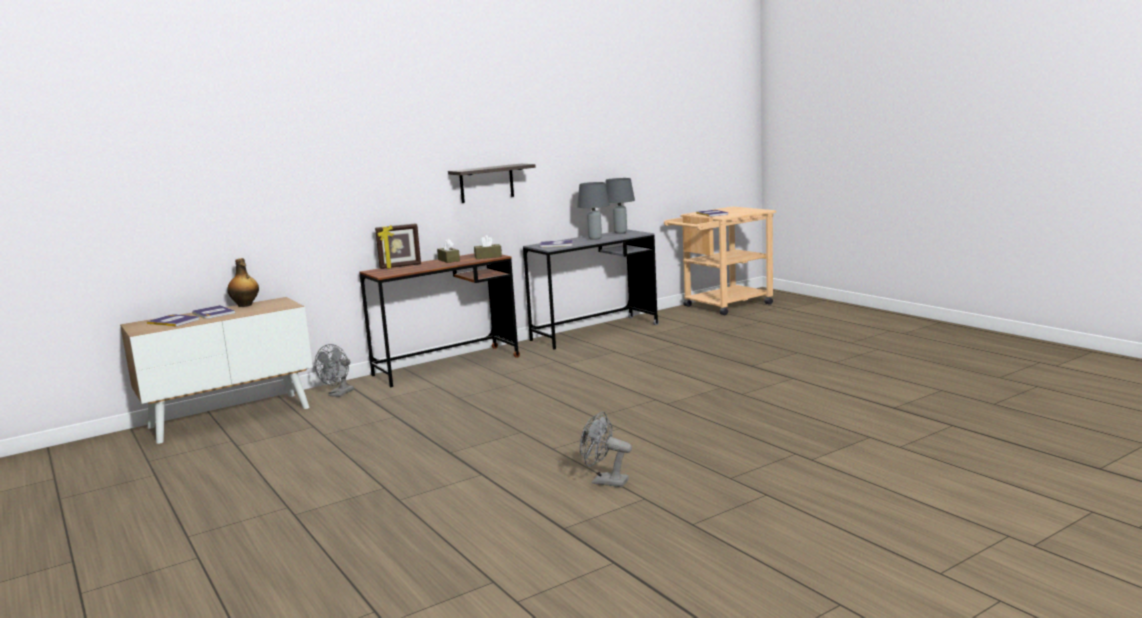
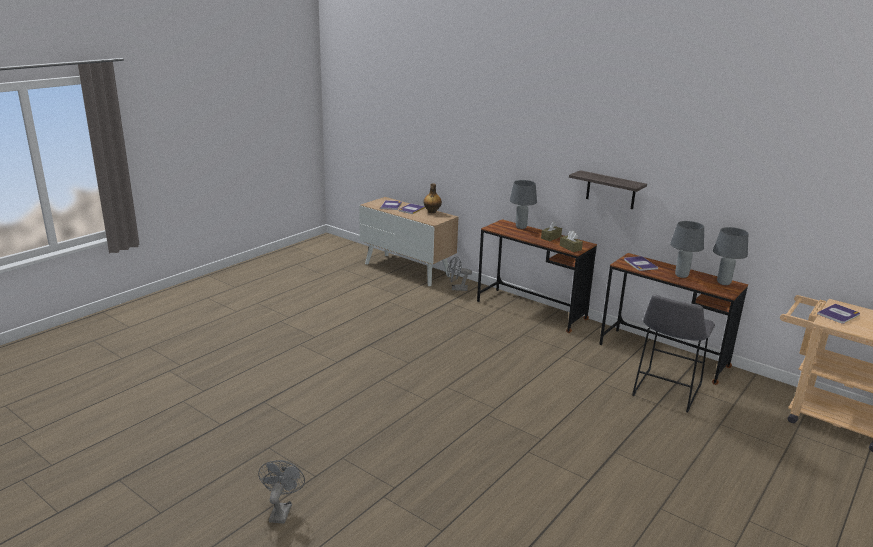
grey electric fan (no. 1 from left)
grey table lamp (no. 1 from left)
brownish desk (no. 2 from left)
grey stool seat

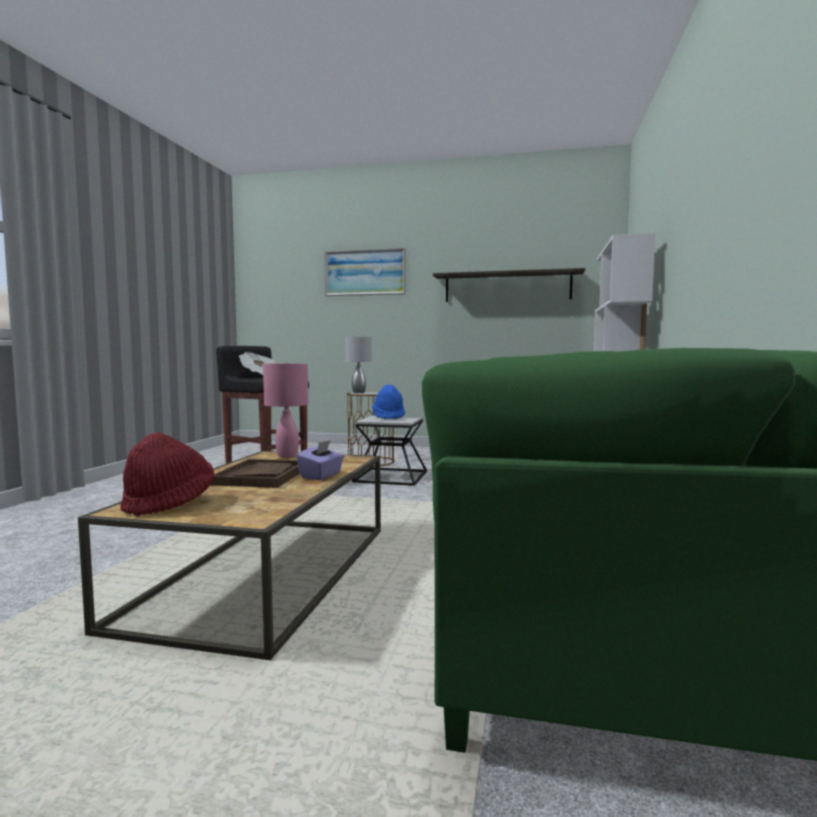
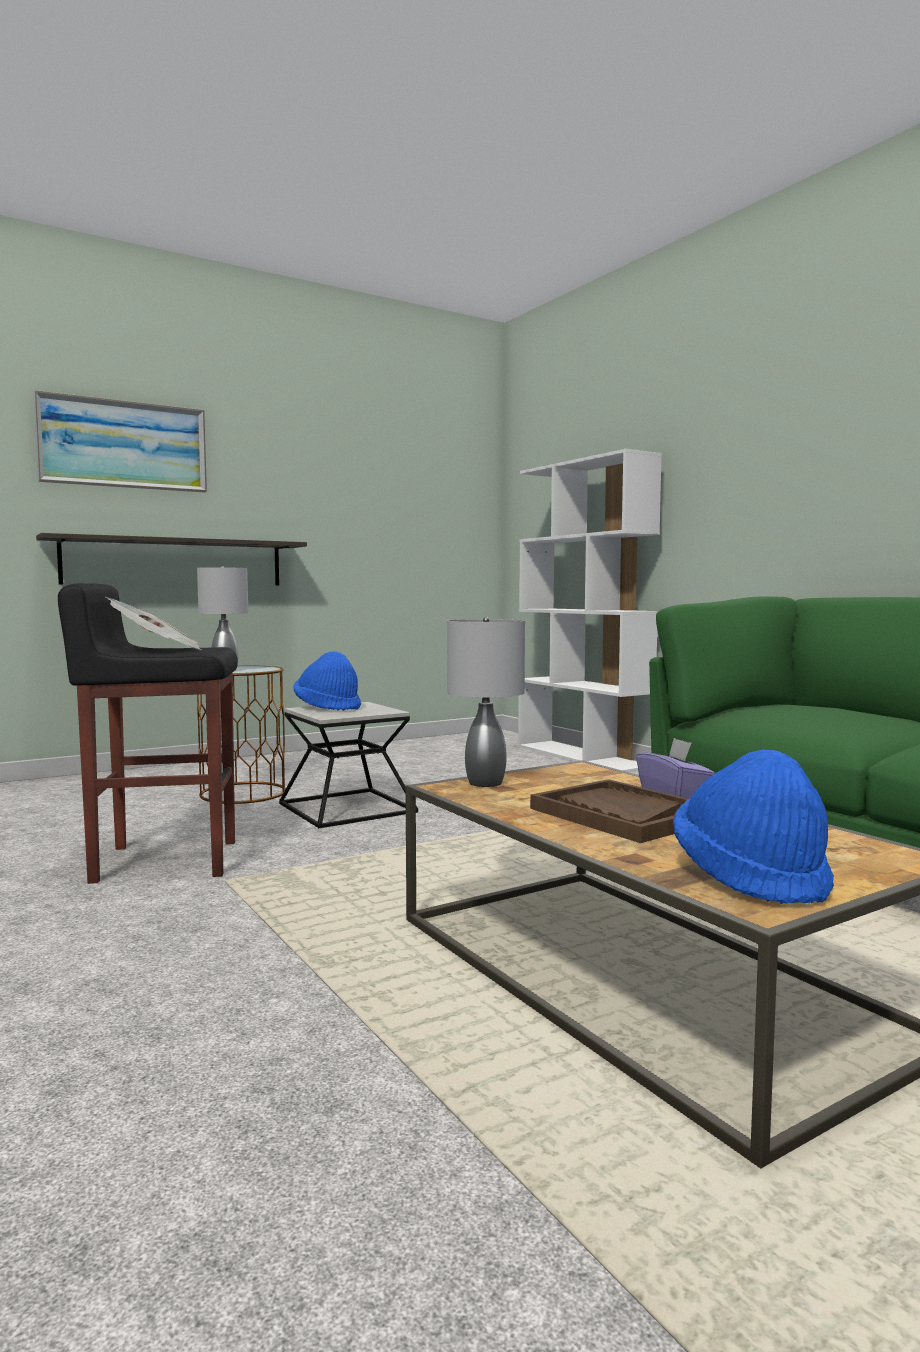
shelf
grey table lamp (no. 2 from left)
bluish wearable hat (no. 2 from left)

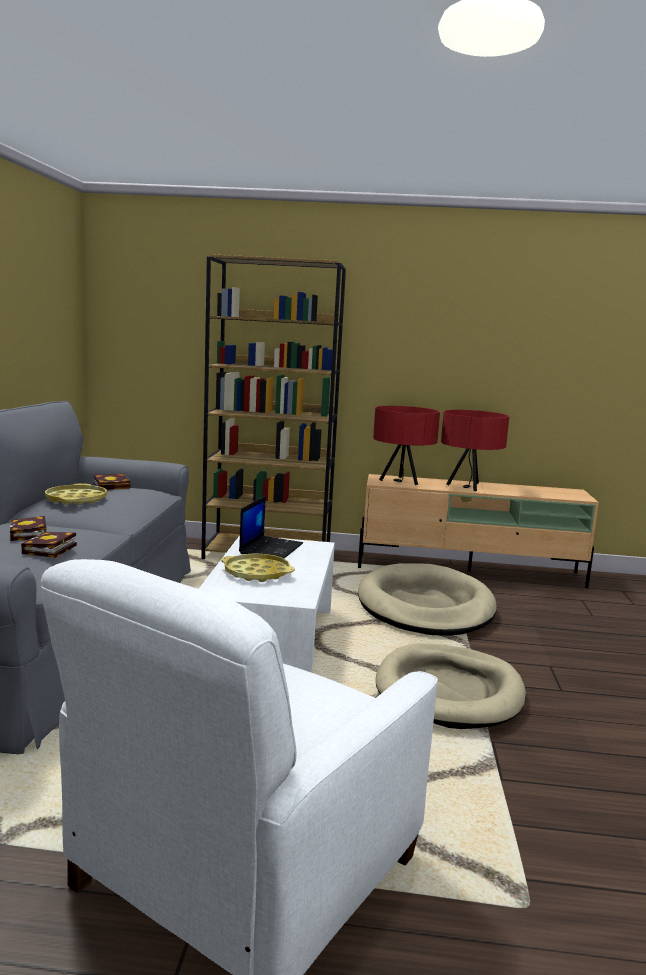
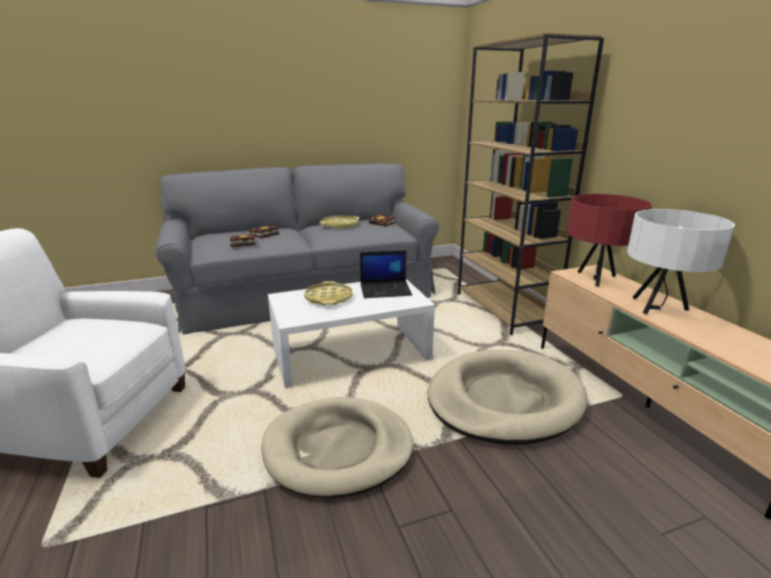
white-coloured table lamp

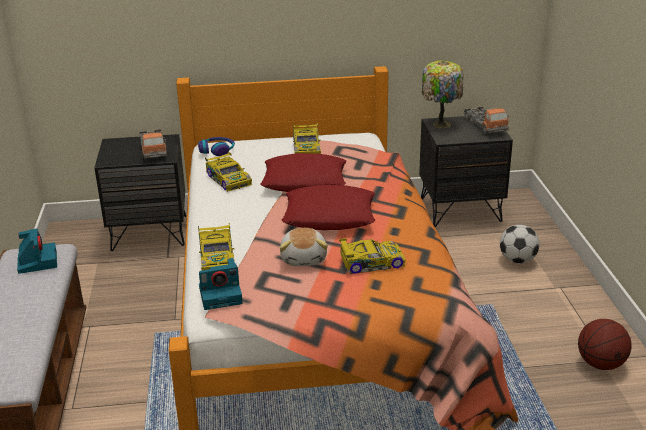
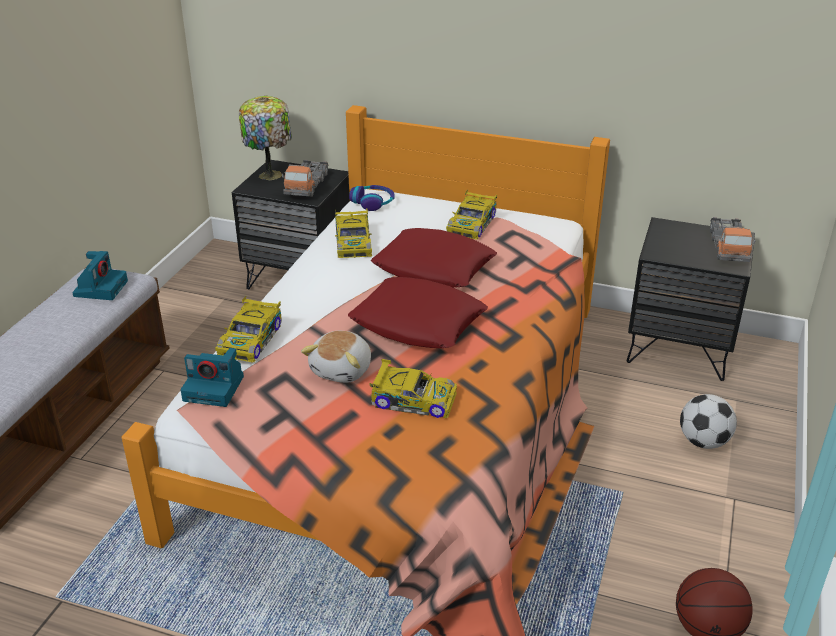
table lamp

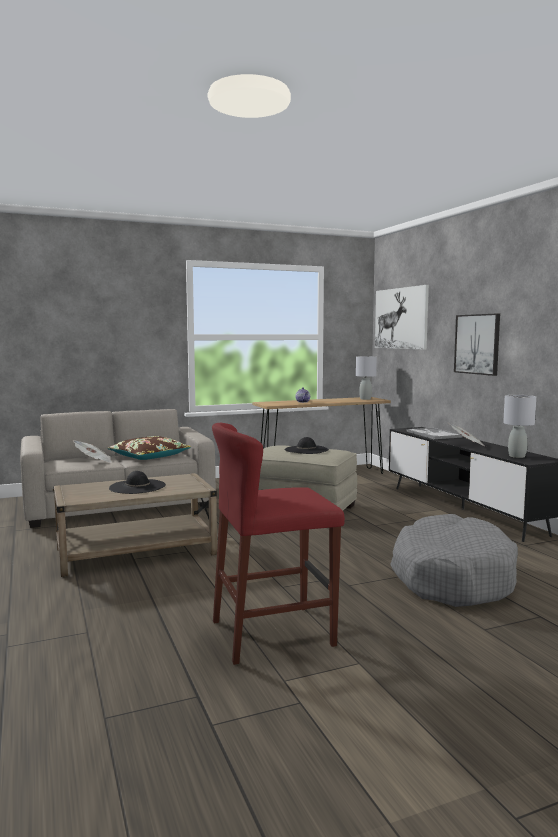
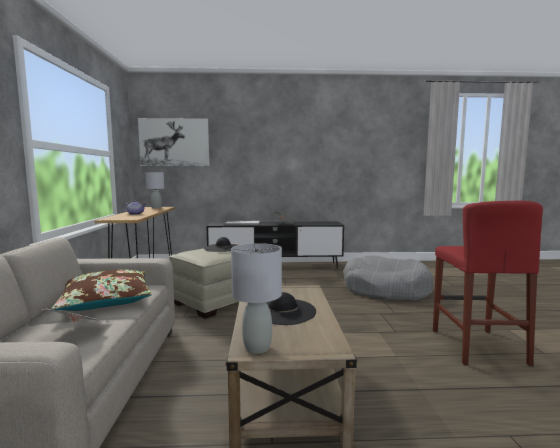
grey table lamp (no. 2 from left)
wall art (no. 2 from left in the first image)

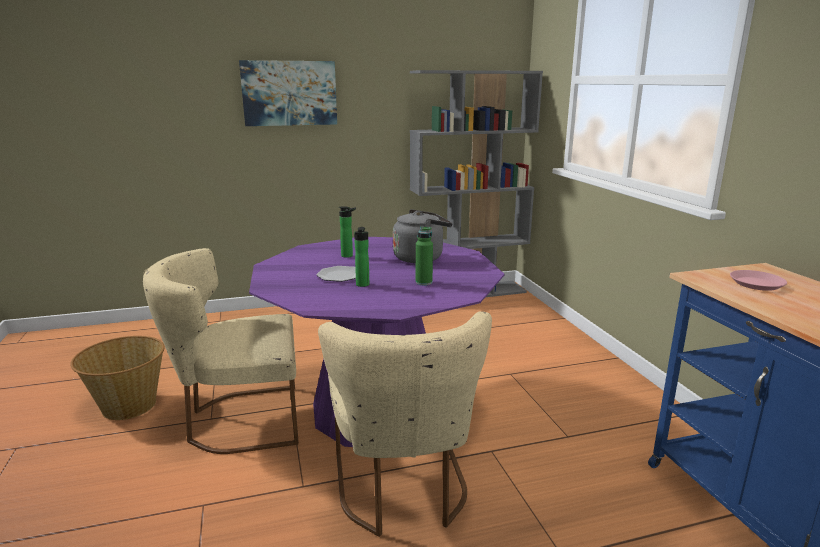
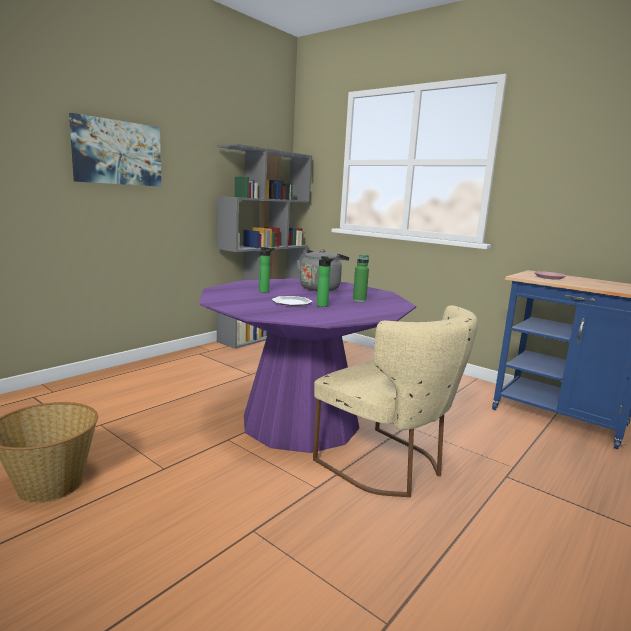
sand-coloured plain chair (no. 1 from left in the first image)

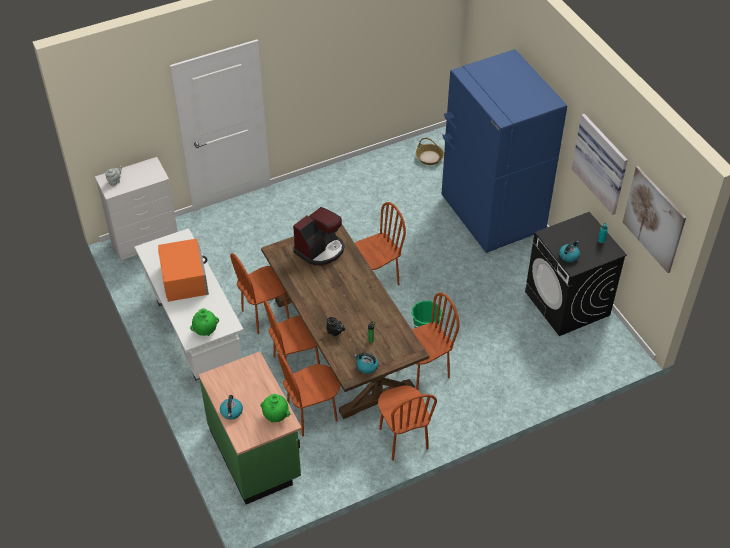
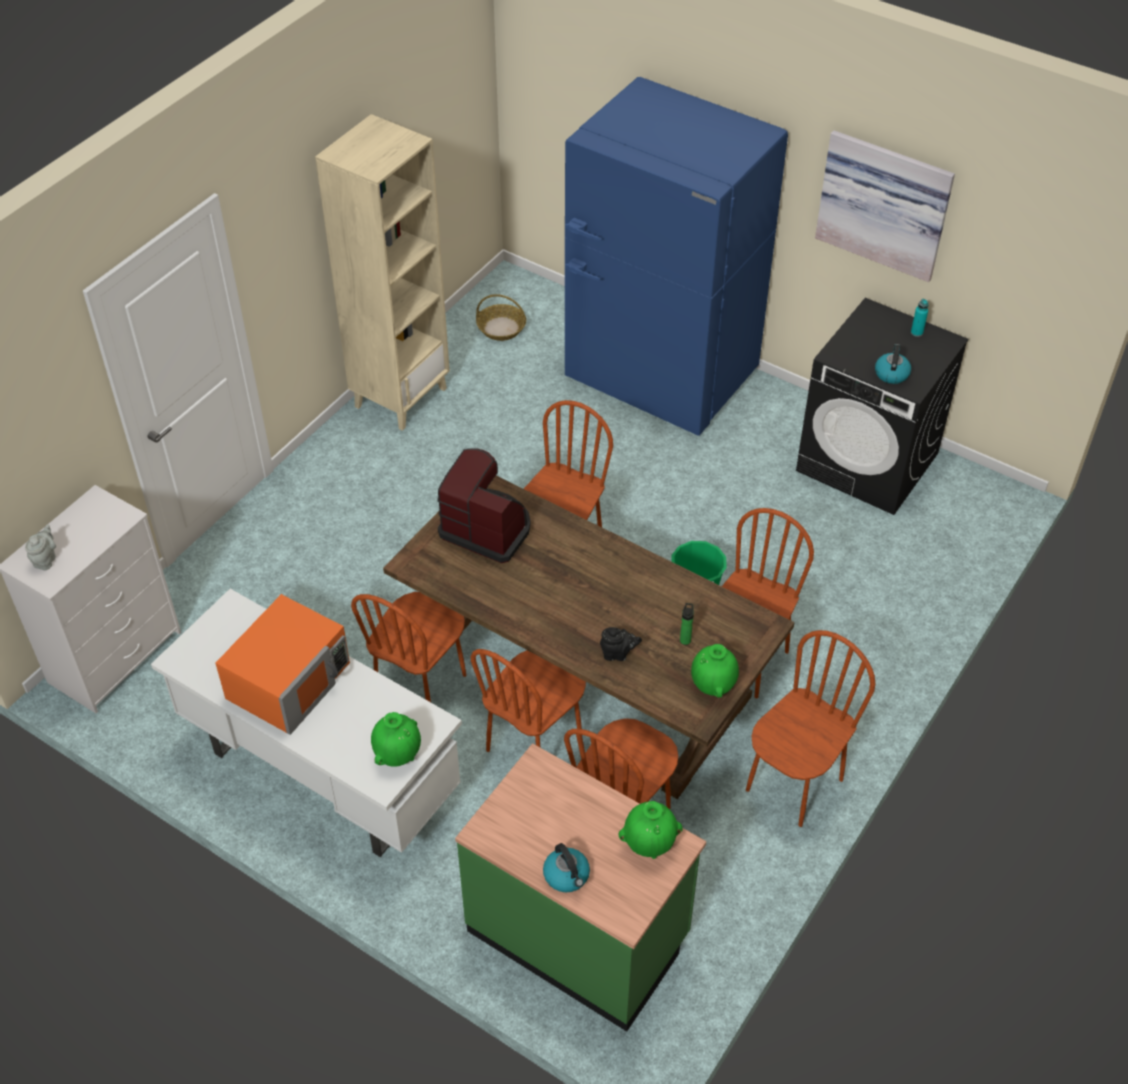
orange-coloured microwave oven
sand-coloured shelving unit
coffee machine
green-coloured decorative vase (no. 3 from left)
brownish plain chair (no. 6 from left)
wall art (no. 2 from left in the first image)

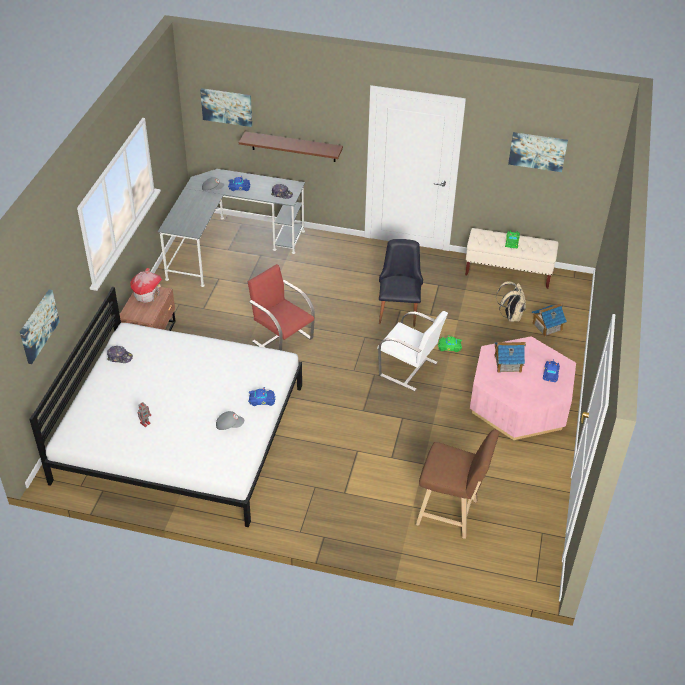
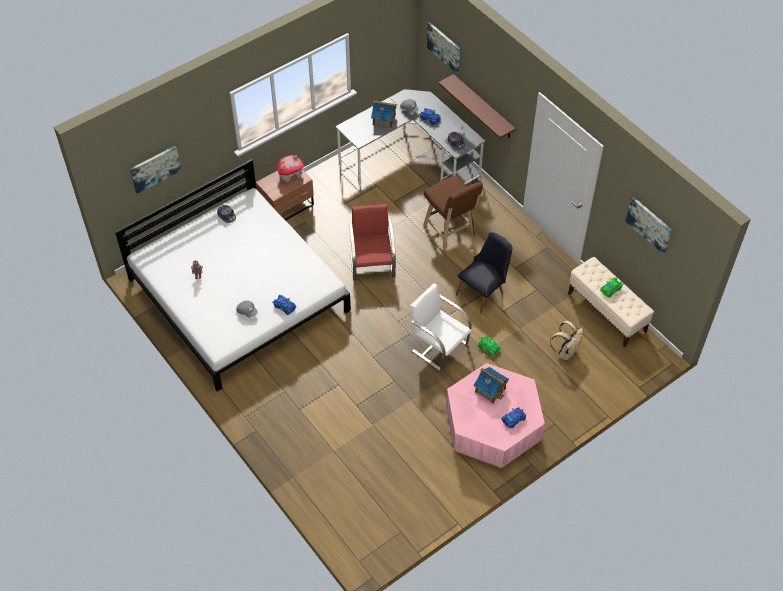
model house (no. 2 from left)
white-coloured plain chair
brownish stool seat

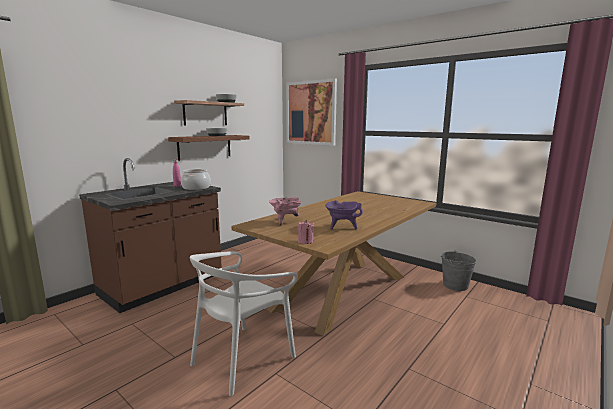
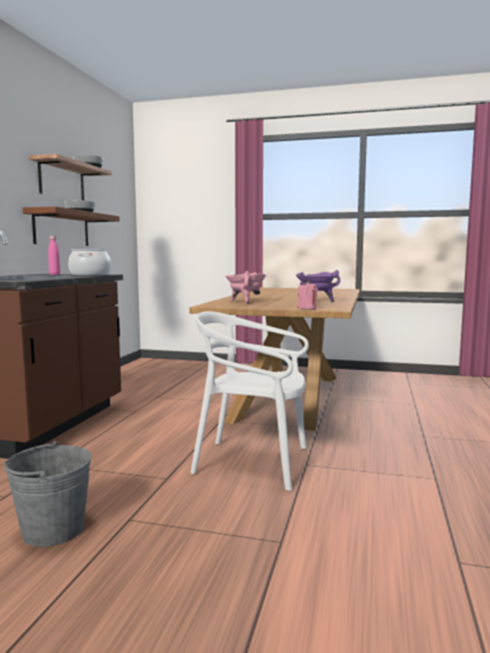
grey bucket
white-coloured plain chair
wall art

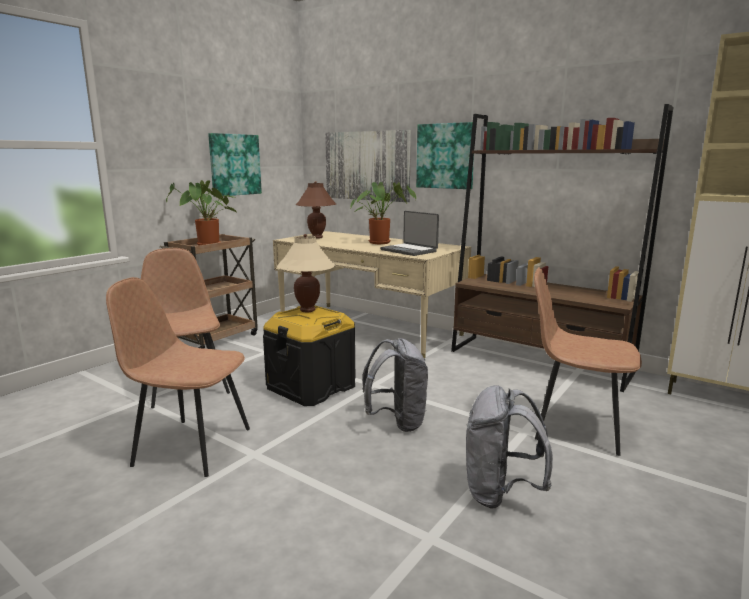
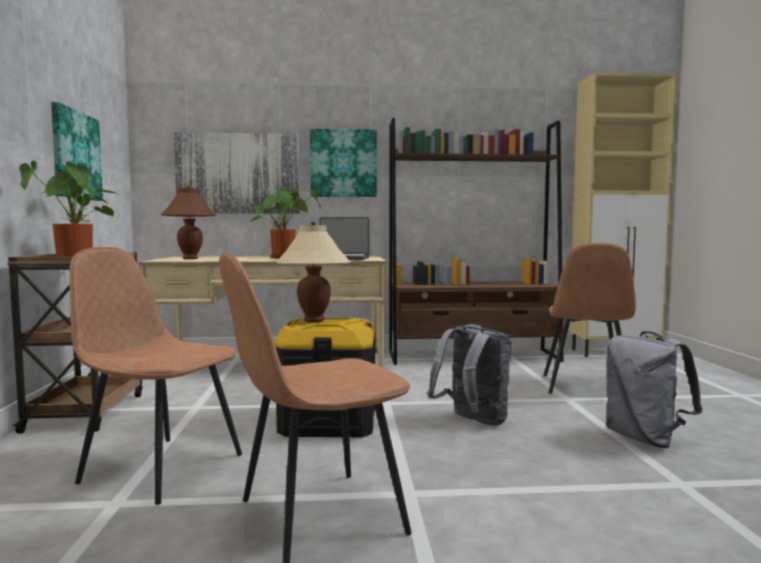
brownish plain chair (no. 3 from left)

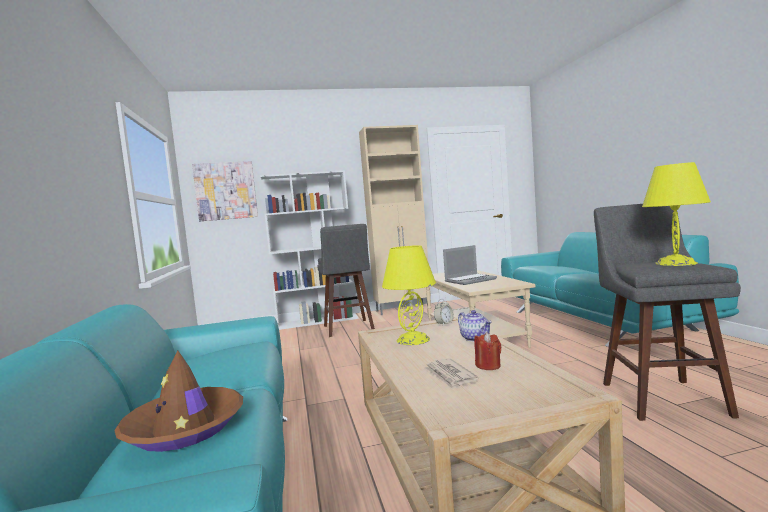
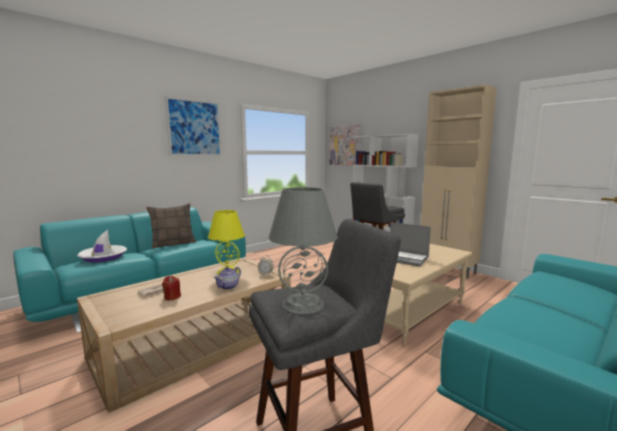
white-coloured wearable hat
pillow
wall art (no. 1 from left)
grey table lamp

